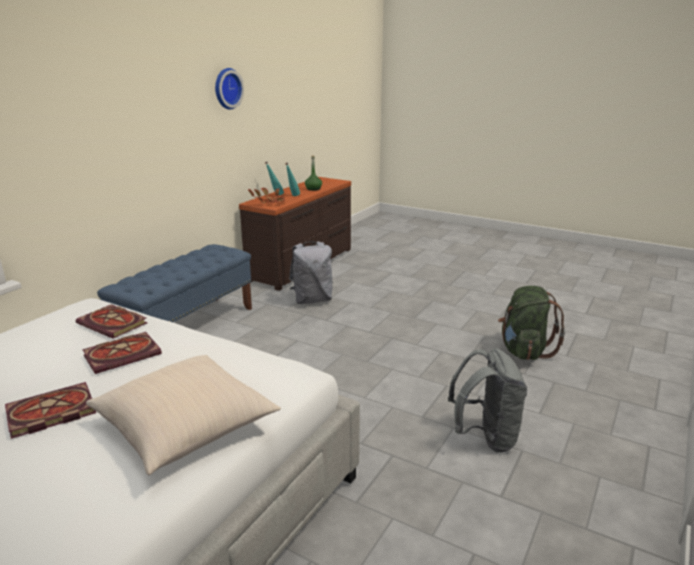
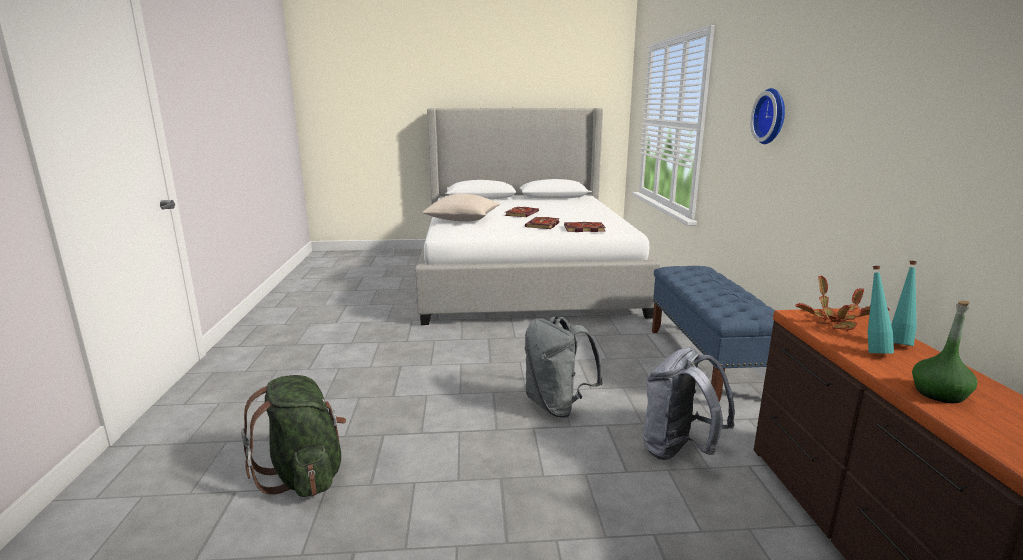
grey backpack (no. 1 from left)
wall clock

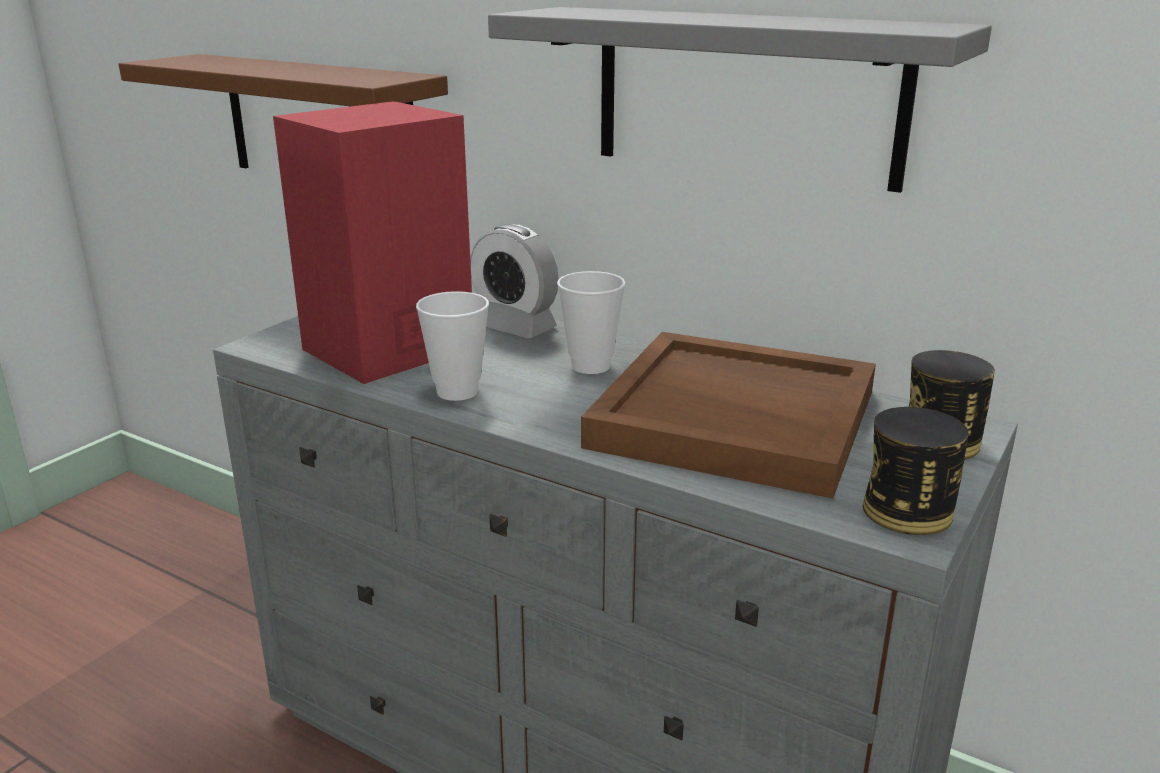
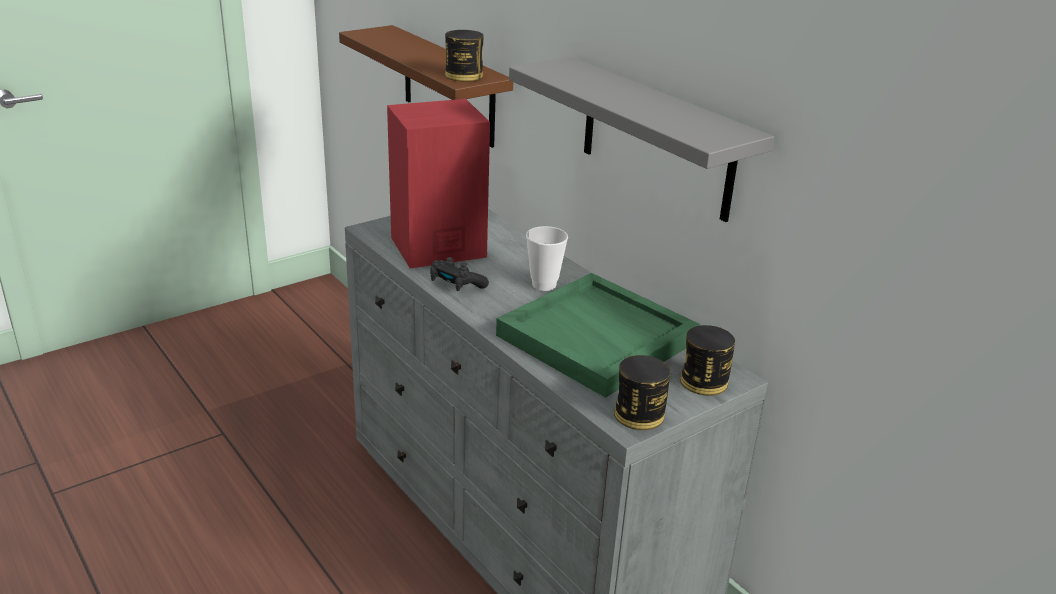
blackish joypad
can (no. 1 from left)
green-coloured serving tray
alarm clock

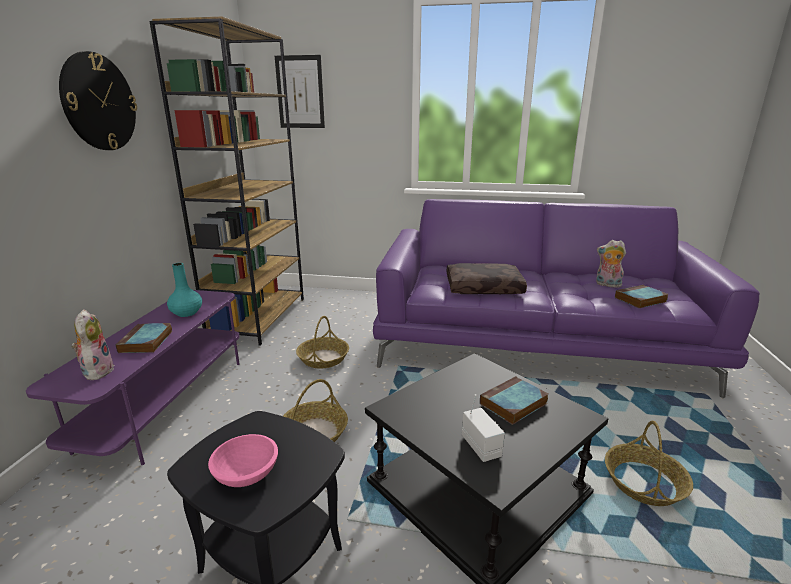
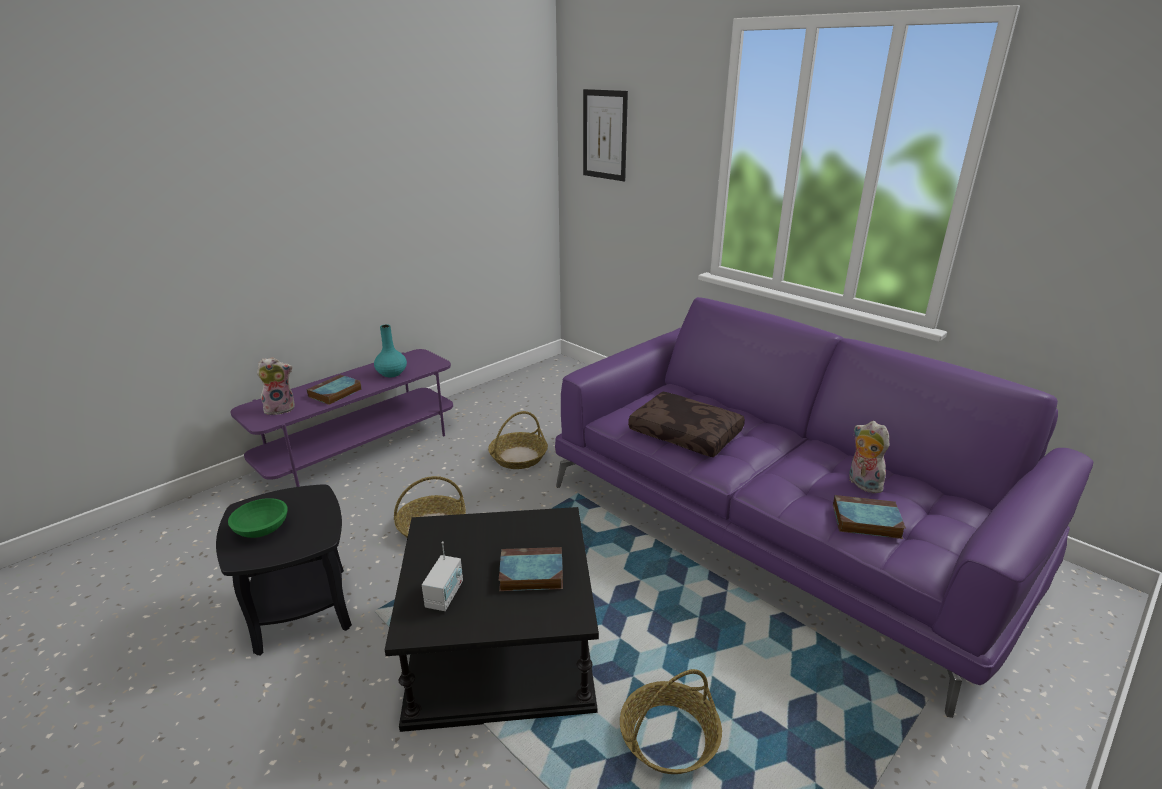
green-coloured deep dish
soft toy (no. 1 from left)
wall clock
brownish shelving unit

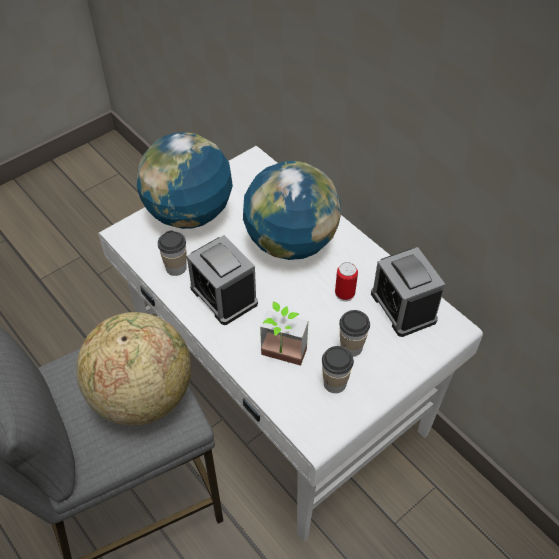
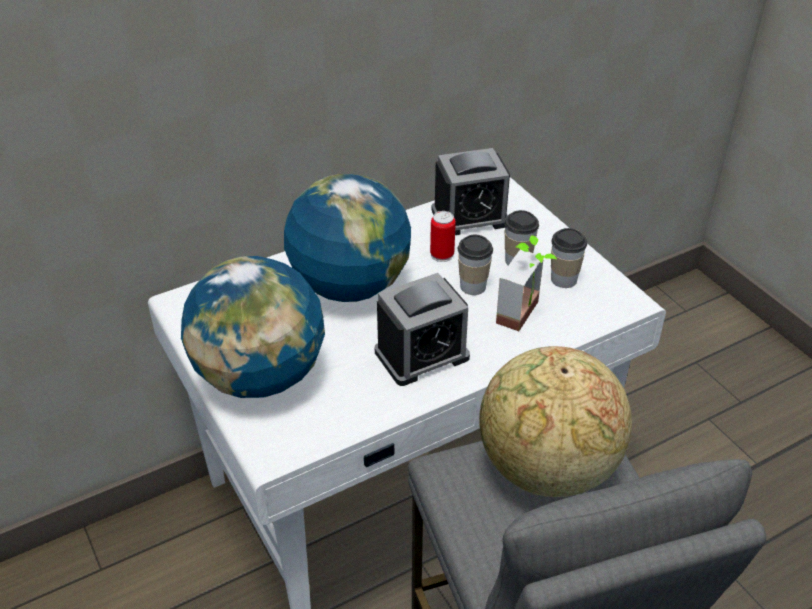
drinking cup (no. 1 from left)

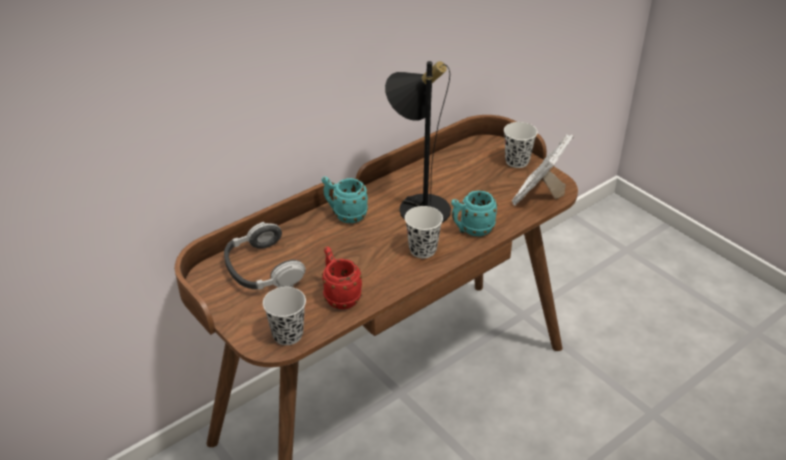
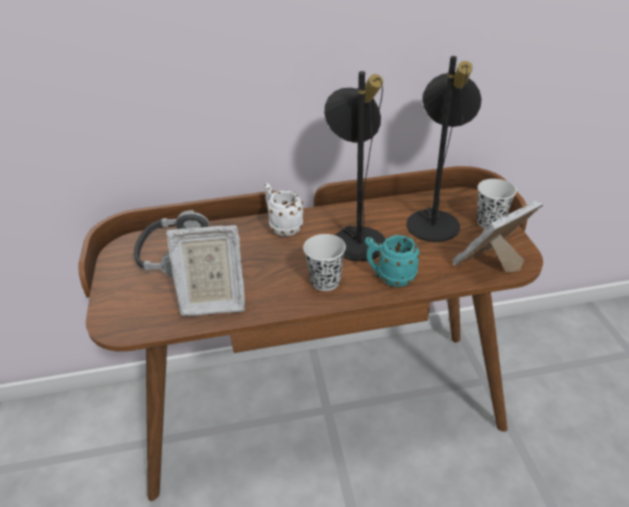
photo frame (no. 1 from left)
white-coloured mug
blackish table lamp (no. 2 from left)
blackish drinking cup

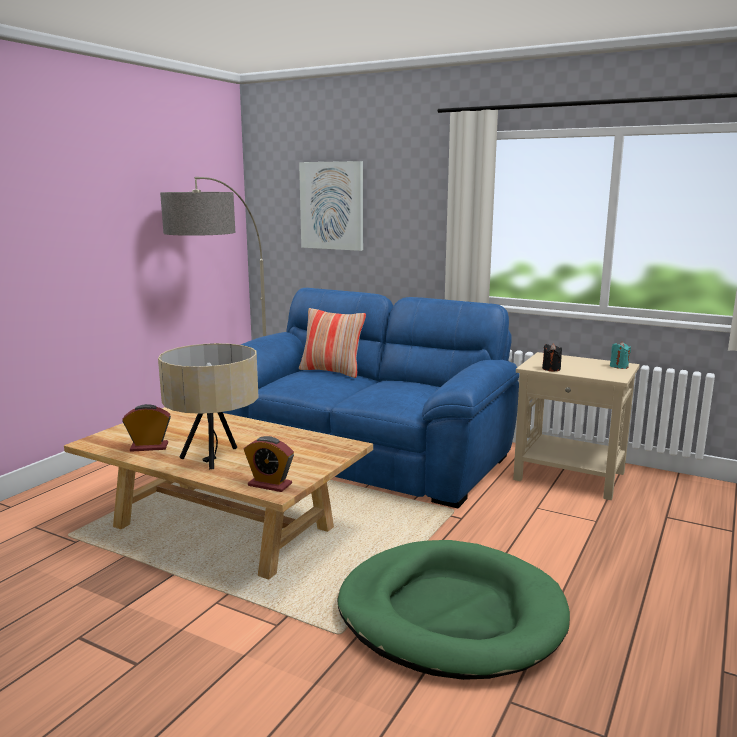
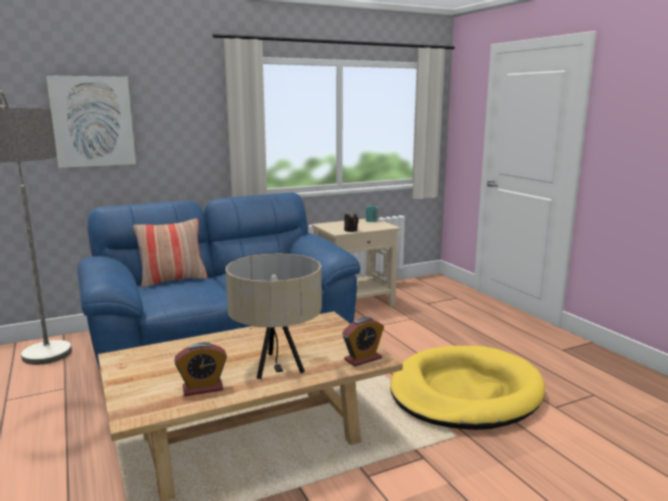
alarm clock (no. 1 from left)
yellowish dog cushion

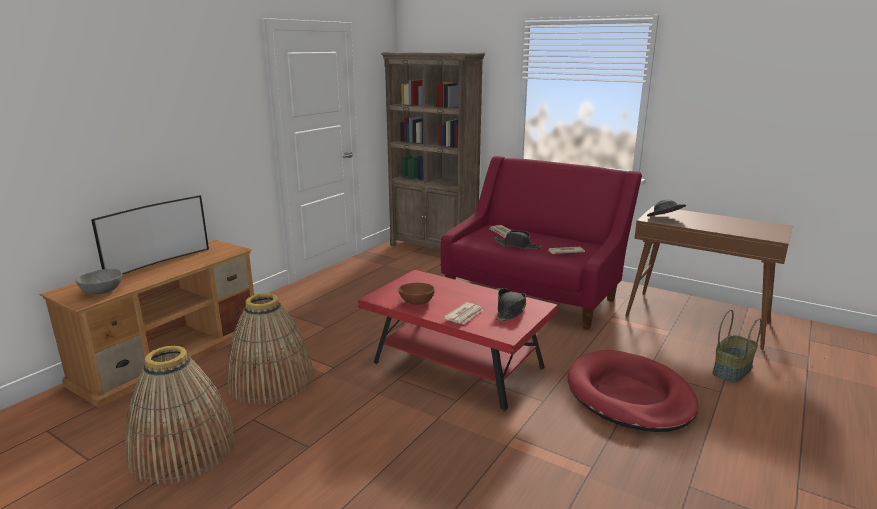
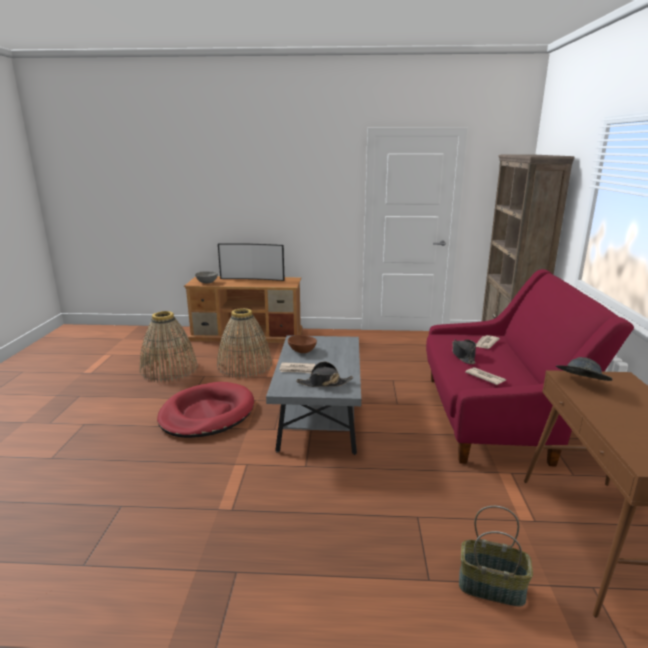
red-coloured dog cushion
grey low table

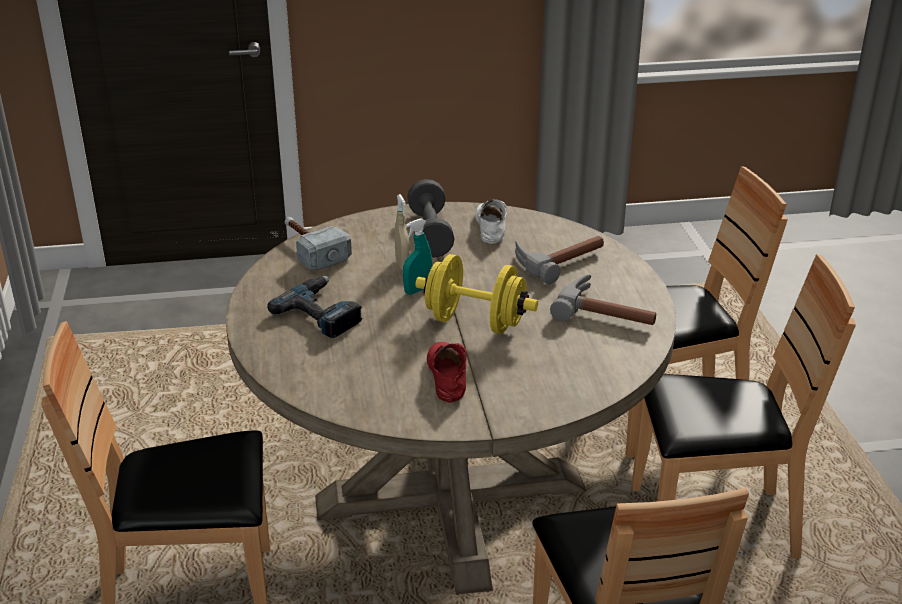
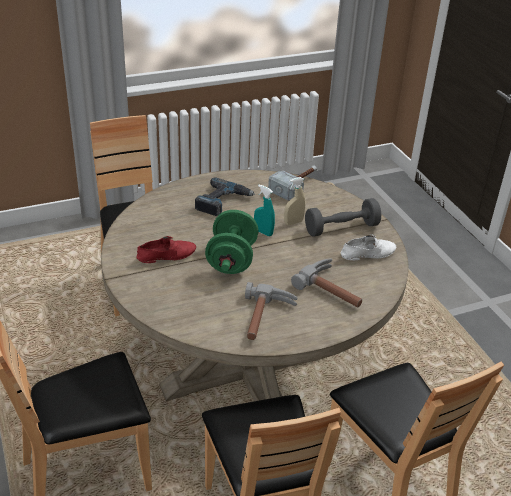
green-coloured dumbbell

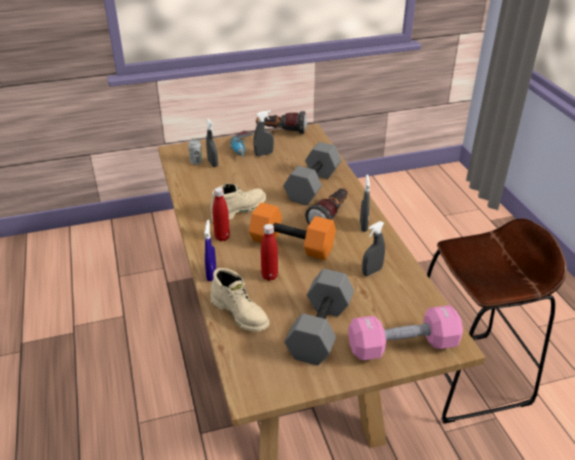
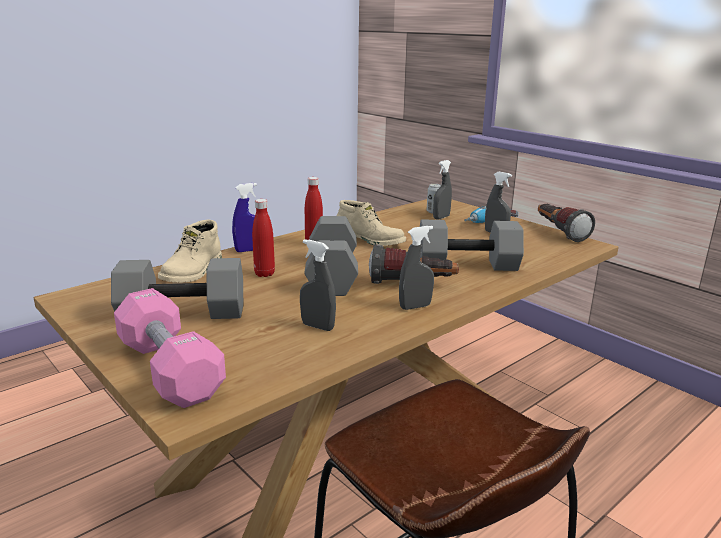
grey dumbbell (no. 2 from left)

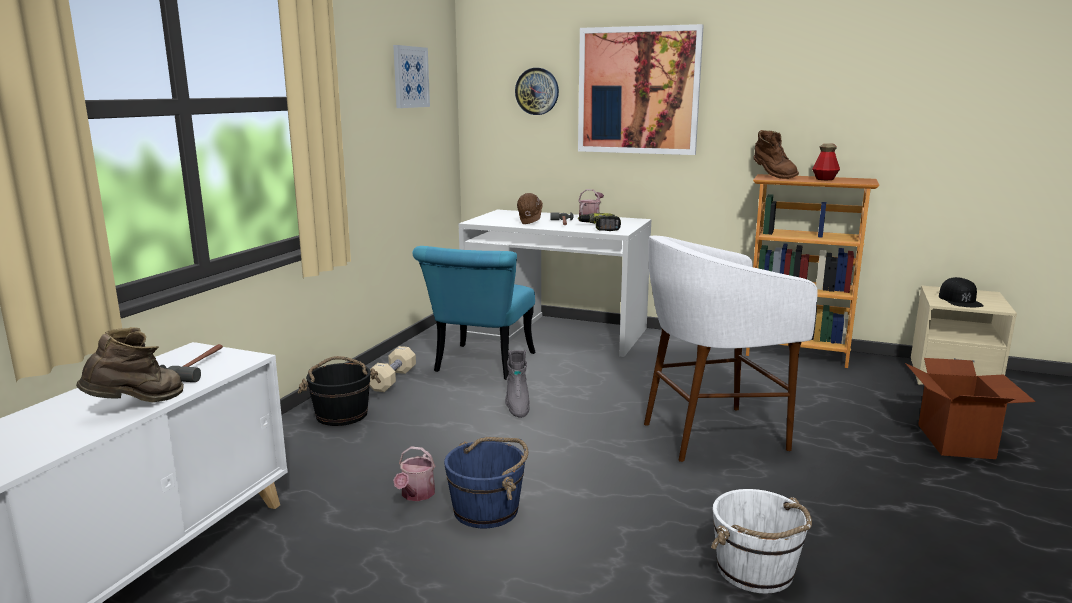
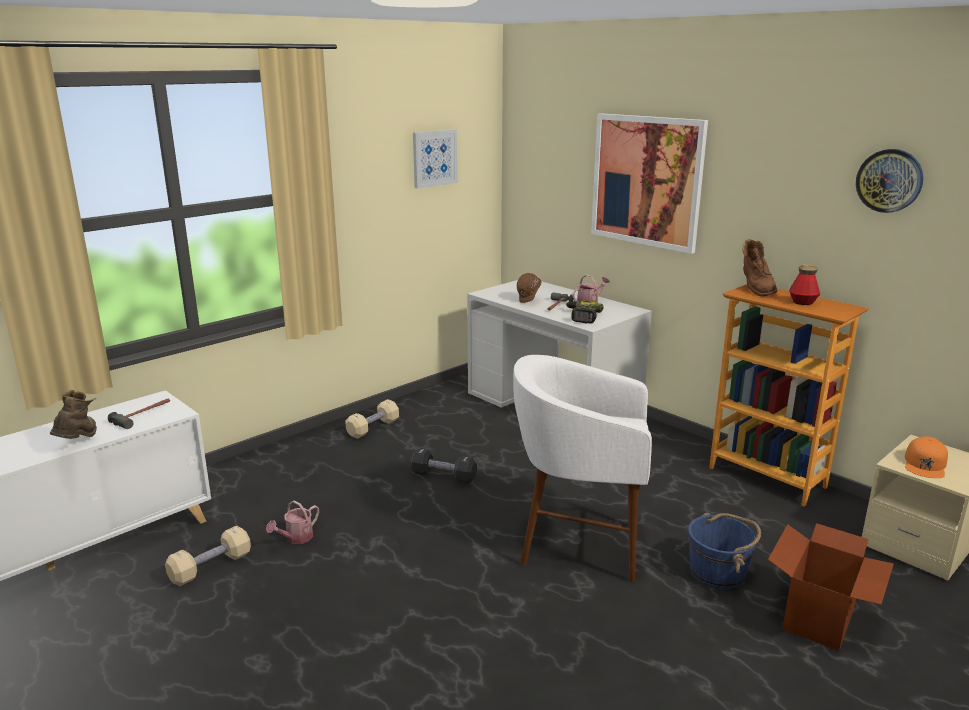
brownish boot (no. 1 from left)
sand-coloured dumbbell (no. 1 from left)
blackish dumbbell
bluish bucket
wall clock
orange-coloured baseball cap
blackish bucket
turquoise plain chair
white-coloured bucket

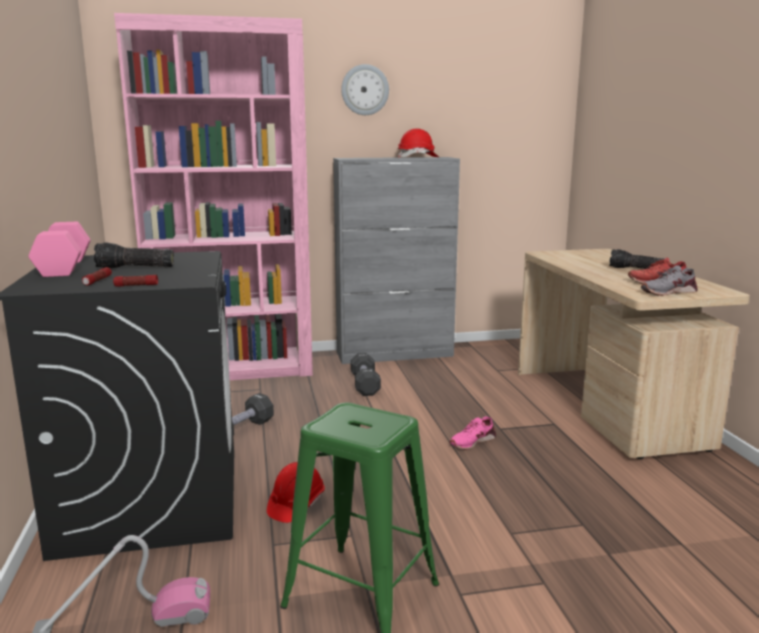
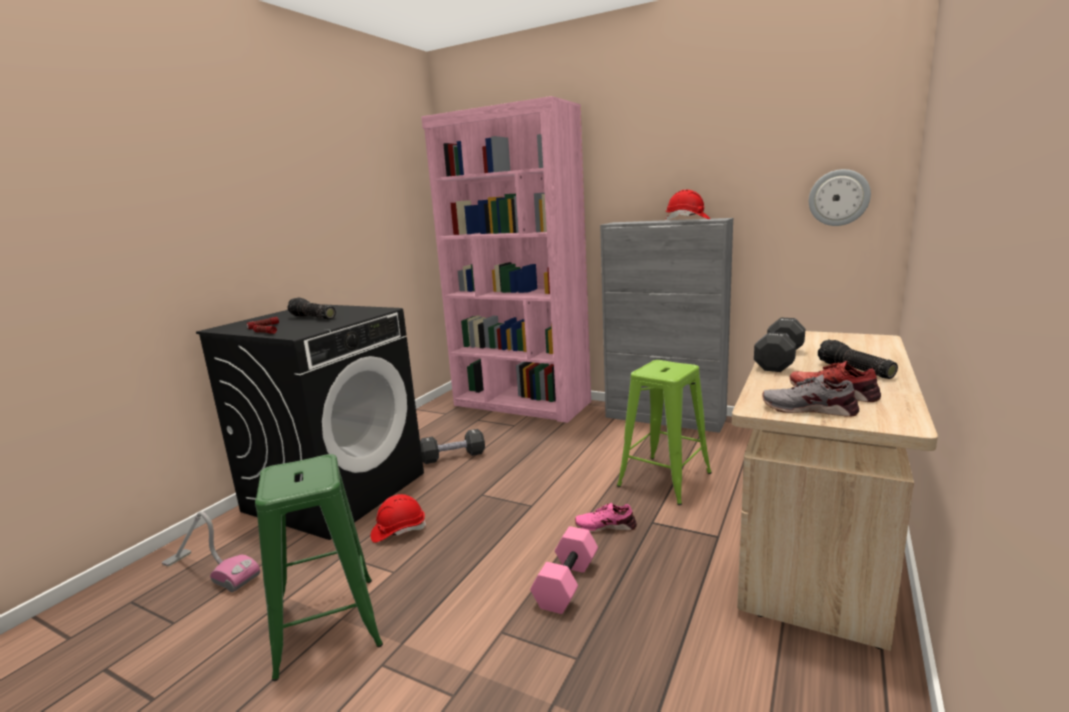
pink dumbbell
green-coloured stool seat (no. 2 from left)
blackish dumbbell (no. 2 from left)
wall clock

